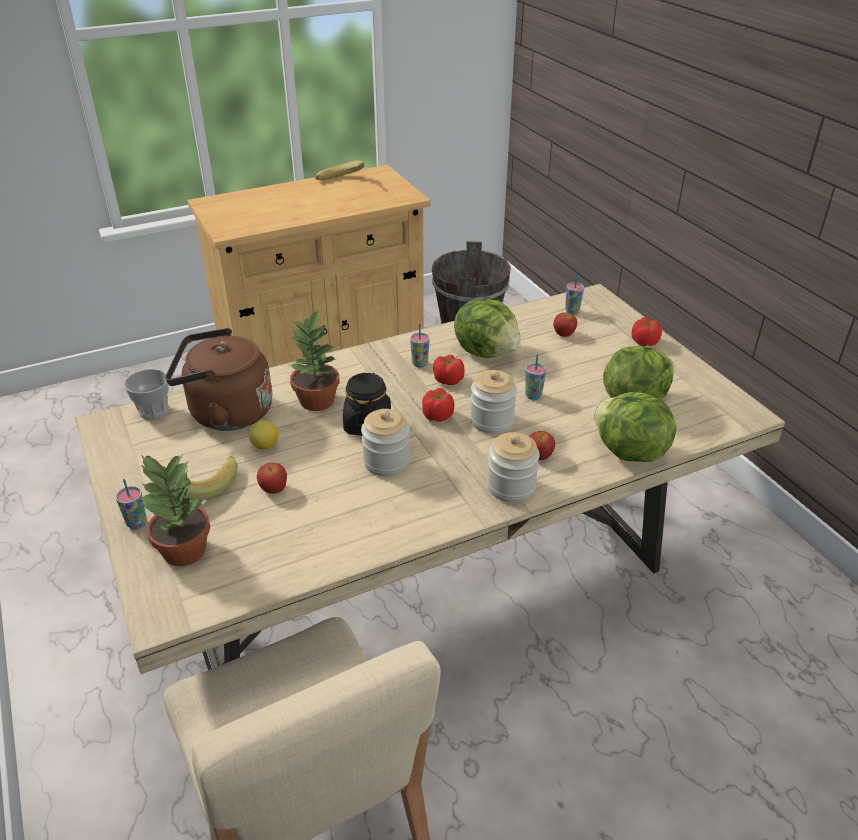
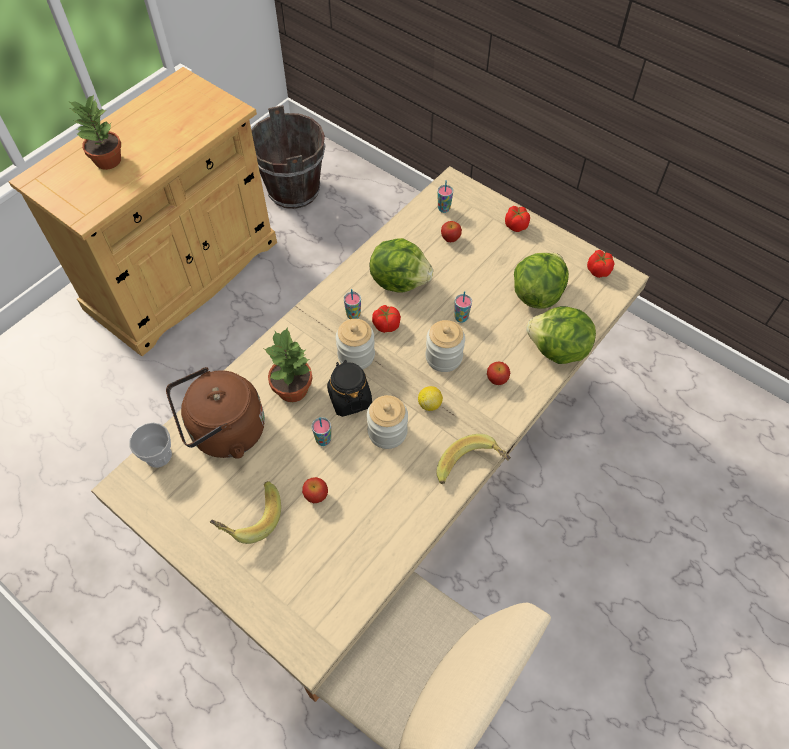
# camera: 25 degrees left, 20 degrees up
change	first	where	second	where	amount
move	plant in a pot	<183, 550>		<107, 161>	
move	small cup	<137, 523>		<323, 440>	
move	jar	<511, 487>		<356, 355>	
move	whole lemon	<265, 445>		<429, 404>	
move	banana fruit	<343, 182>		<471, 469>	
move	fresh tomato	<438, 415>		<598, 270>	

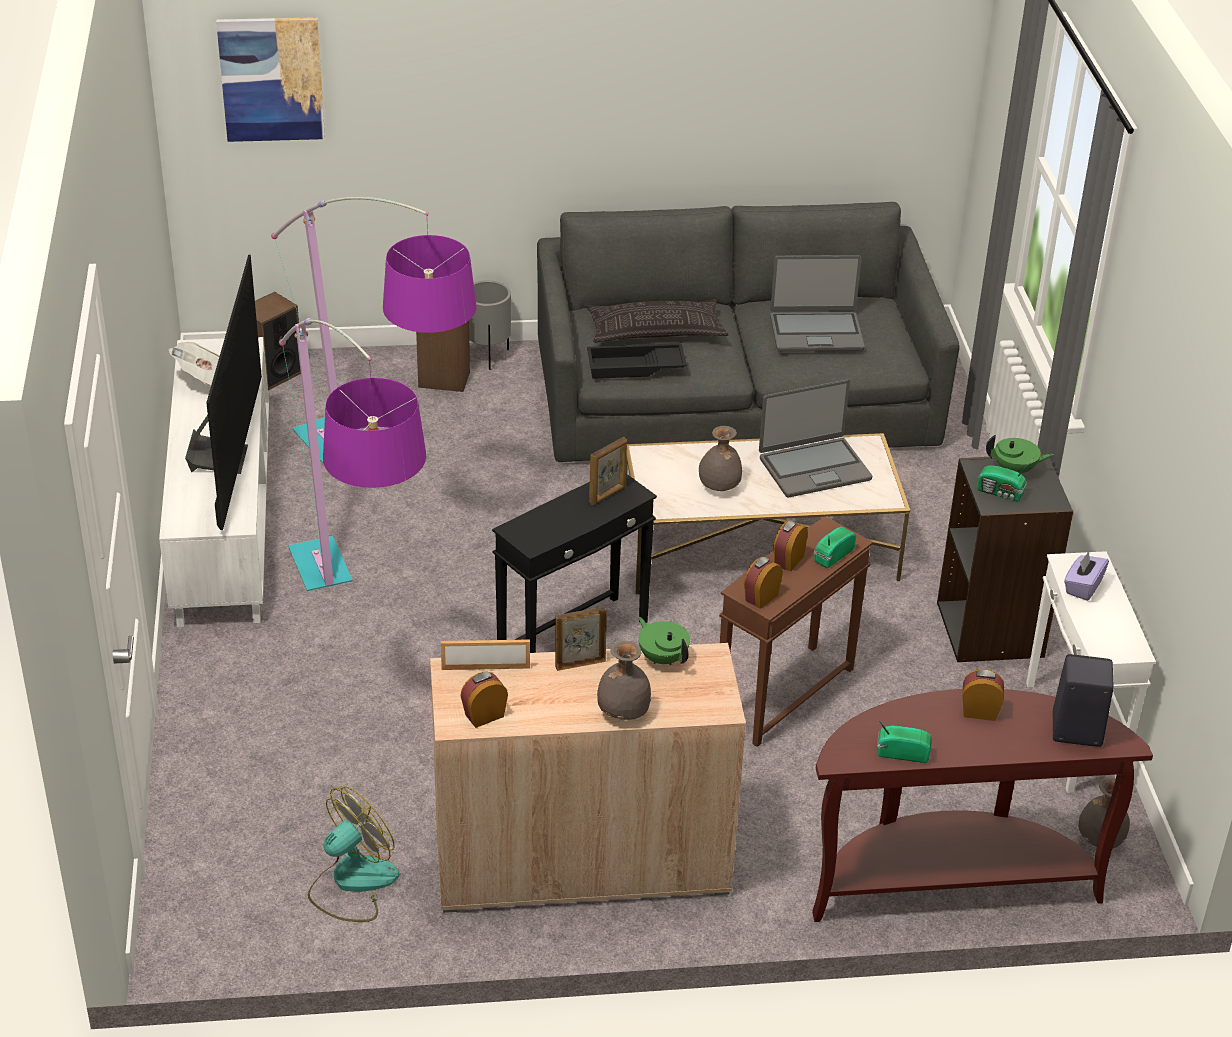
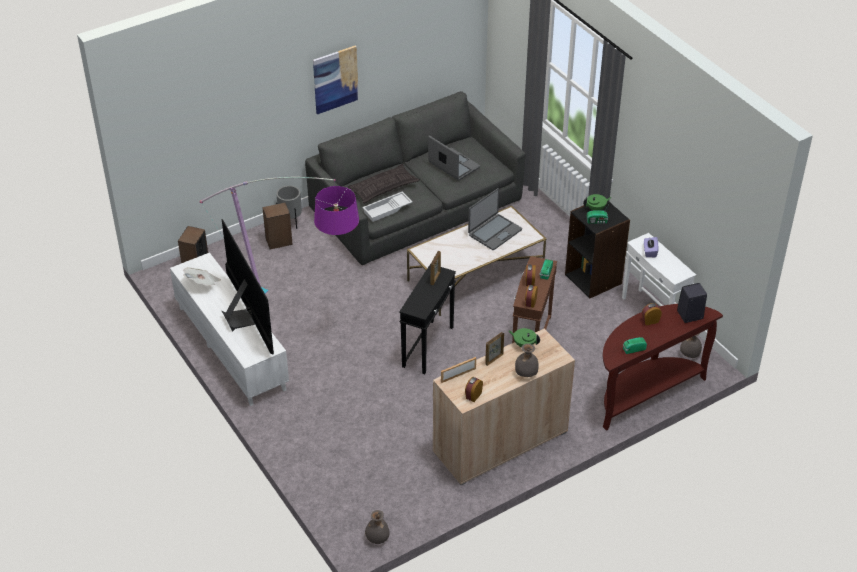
# camera: 25 degrees left, 5 degrees up
change	first	where	second	where	amount
move	picture	<271, 79>		<335, 79>	
recolor	black tray	<635, 367>	white-coloured tray	<387, 210>	
move	gray flower vase	<719, 487>		<377, 539>	
rotate	laptop	<816, 332>		<453, 165>	105 degrees counterclockwise
delete	floor lamp	<356, 647>			
delete	fan	<352, 883>			

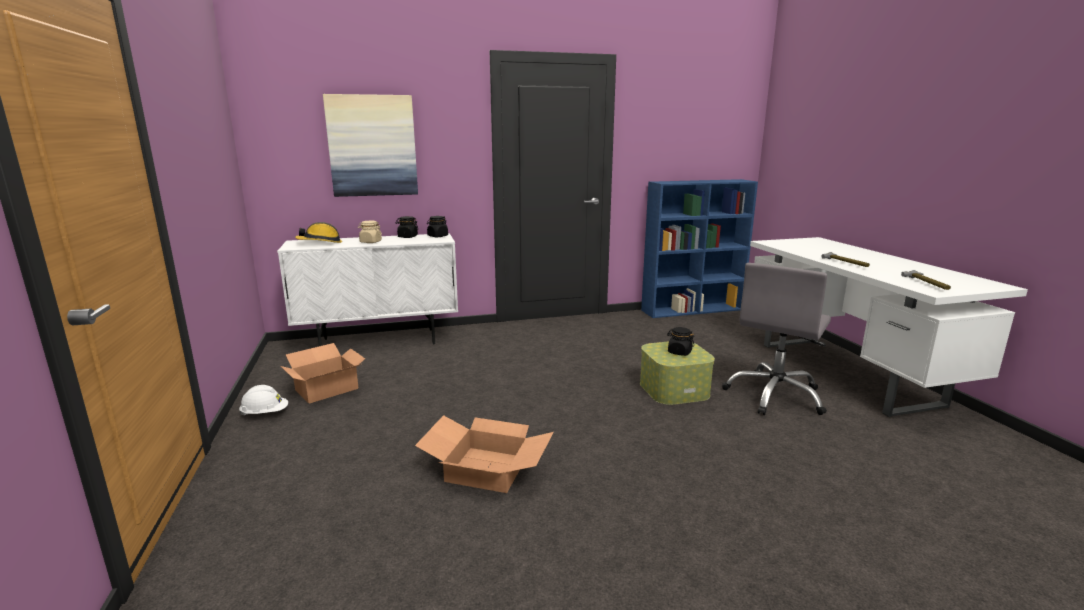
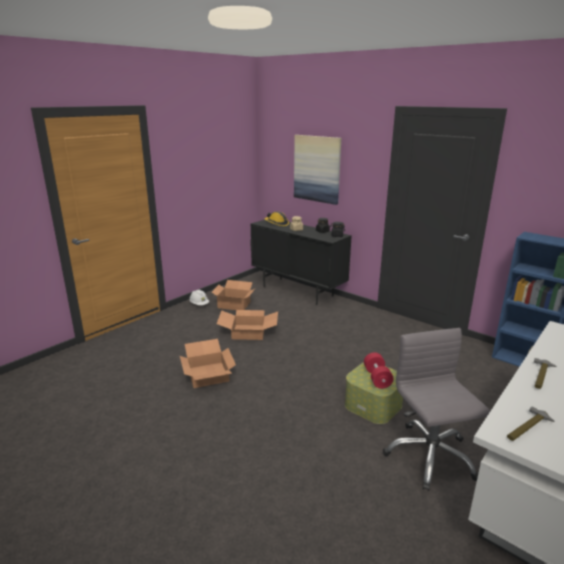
# camera: 55 degrees right, 5 degrees up
change	first	where	second	where	amount
insert			cardboard box	<249, 332>	
recolor	white-coloured cupboard	<379, 341>	black cupboard	<298, 291>	
replace	black jar	<679, 352>	reddish free weight	<377, 378>	
rotate	gray computer chair	<775, 395>		<429, 456>	75 degrees clockwise

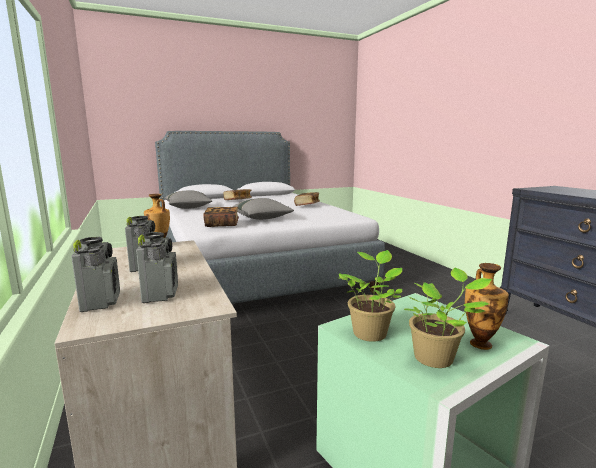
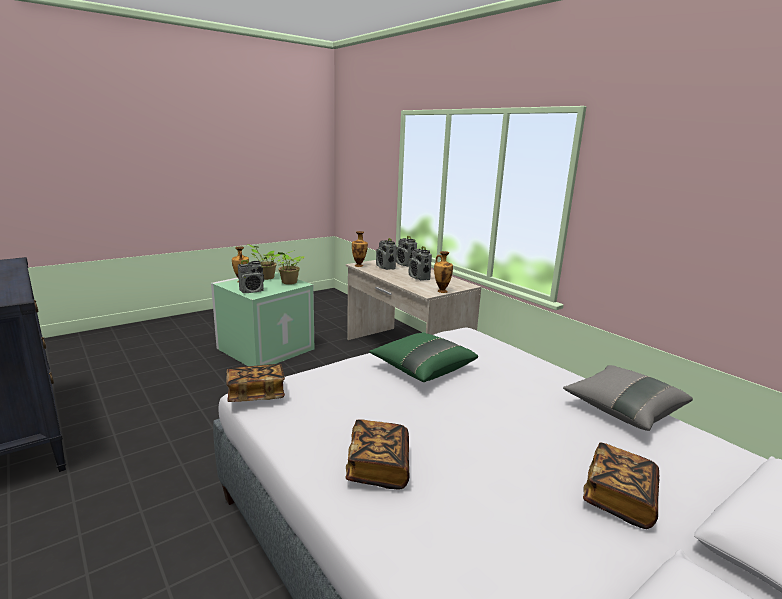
# camera: 165 degrees right, 5 degrees up
change	first	where	second	where	amount
move	bound book	<222, 224>		<256, 395>	
insert			radio receiver	<252, 291>	
insert			flower vase	<359, 265>	
recolor	gray cushion	<262, 219>	greenish cushion	<422, 369>	

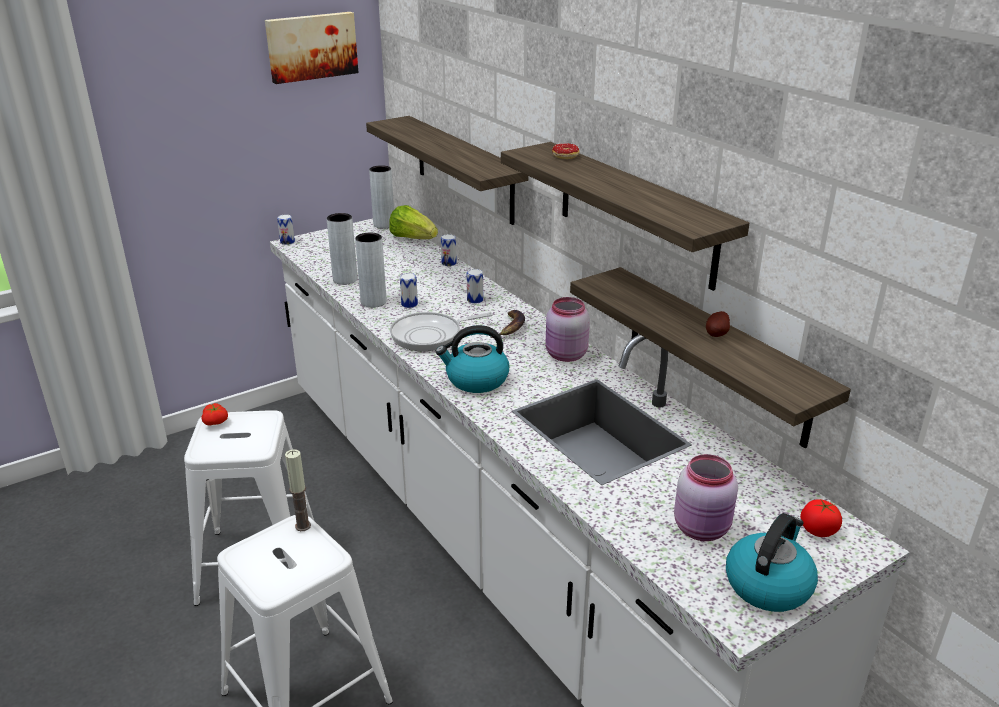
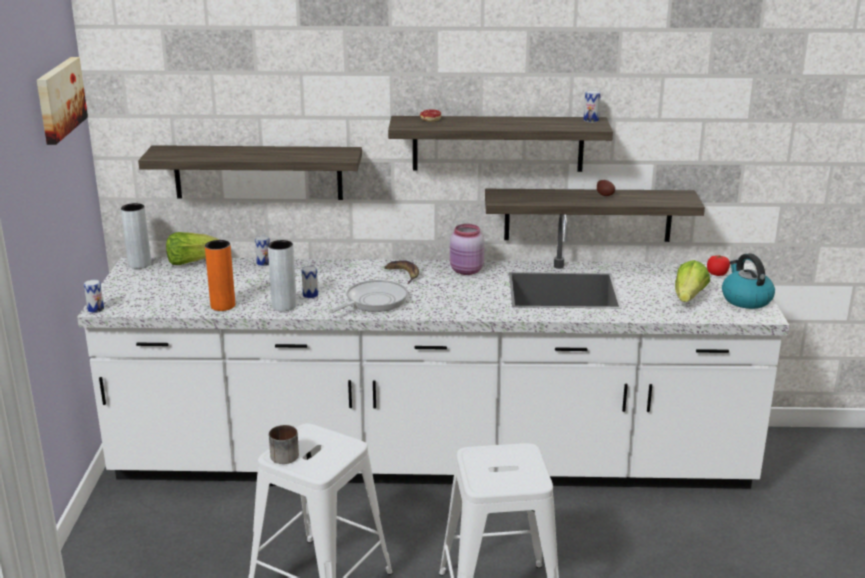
# camera: 55 degrees left, 5 degrees down
change	first	where	second	where	amount
recolor	gray flower vase	<345, 279>	orange flower vase	<223, 306>	
replace	fresh tomato	<216, 422>	coffee mug	<281, 454>	
rotate	skillet	<430, 335>		<373, 301>	150 degrees counterclockwise
move	metal can	<475, 300>		<591, 120>	
replace	pink jar	<703, 529>	lettuce	<688, 297>	
delete	wax light	<303, 526>			
delete	kettle	<476, 380>			

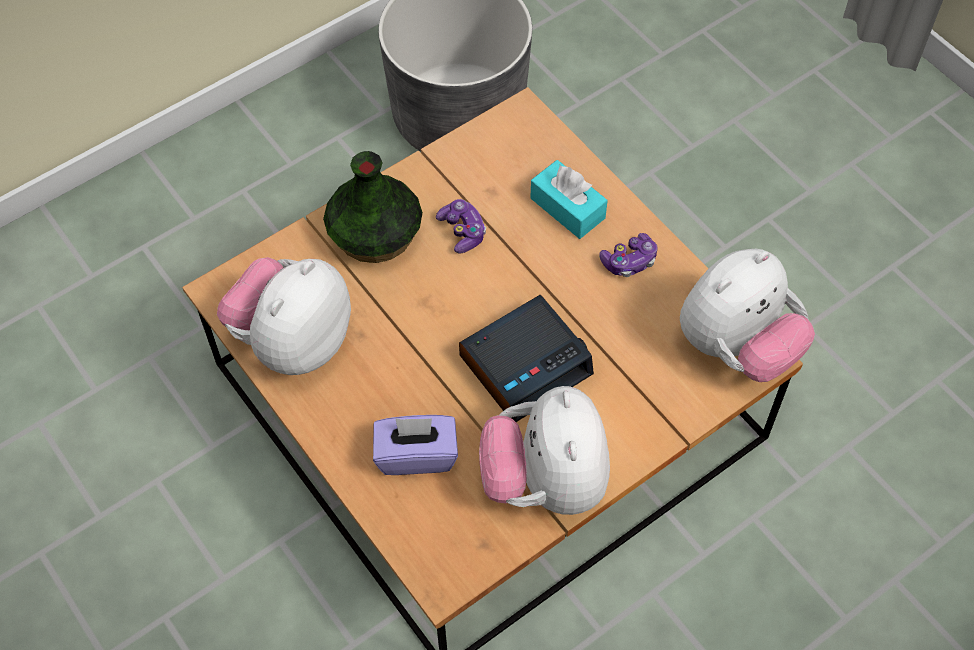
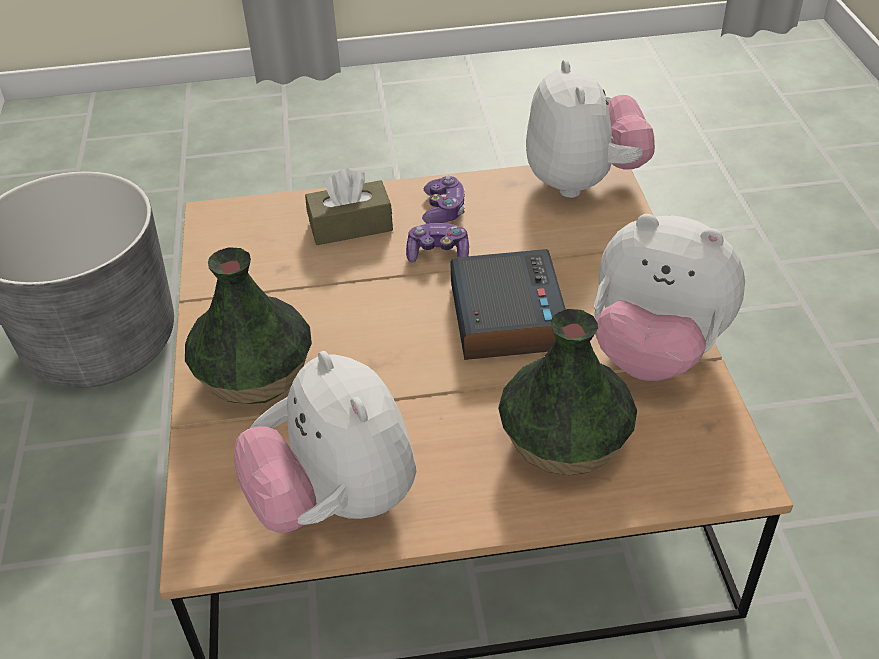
# camera: 60 degrees left, 15 degrees down
change	first	where	second	where	amount
recolor	turquoise-coloured box of tissues	<567, 208>	brown-coloured box of tissues	<350, 226>	
move	game controller	<462, 231>		<438, 253>	
replace	purple box of tissues	<416, 455>	flower vase	<565, 442>	

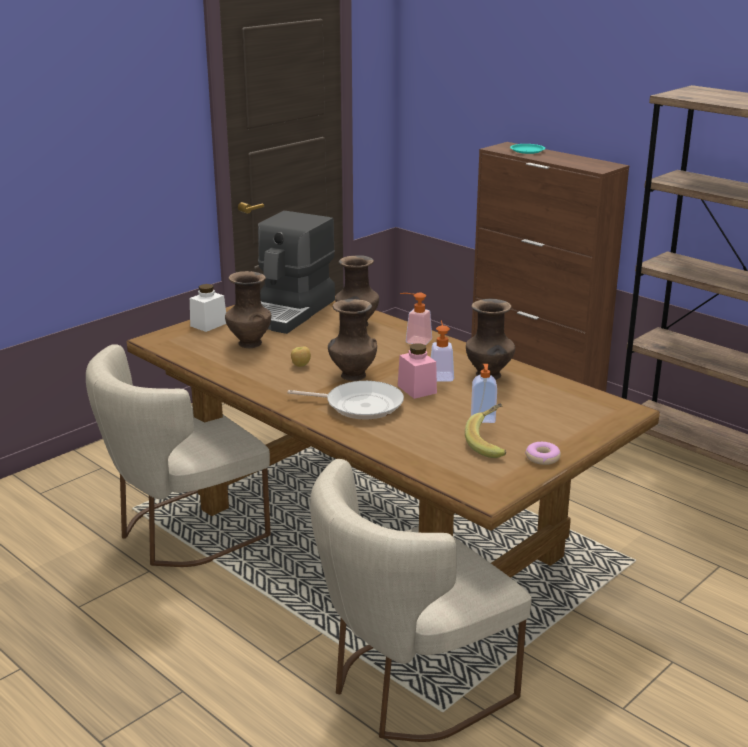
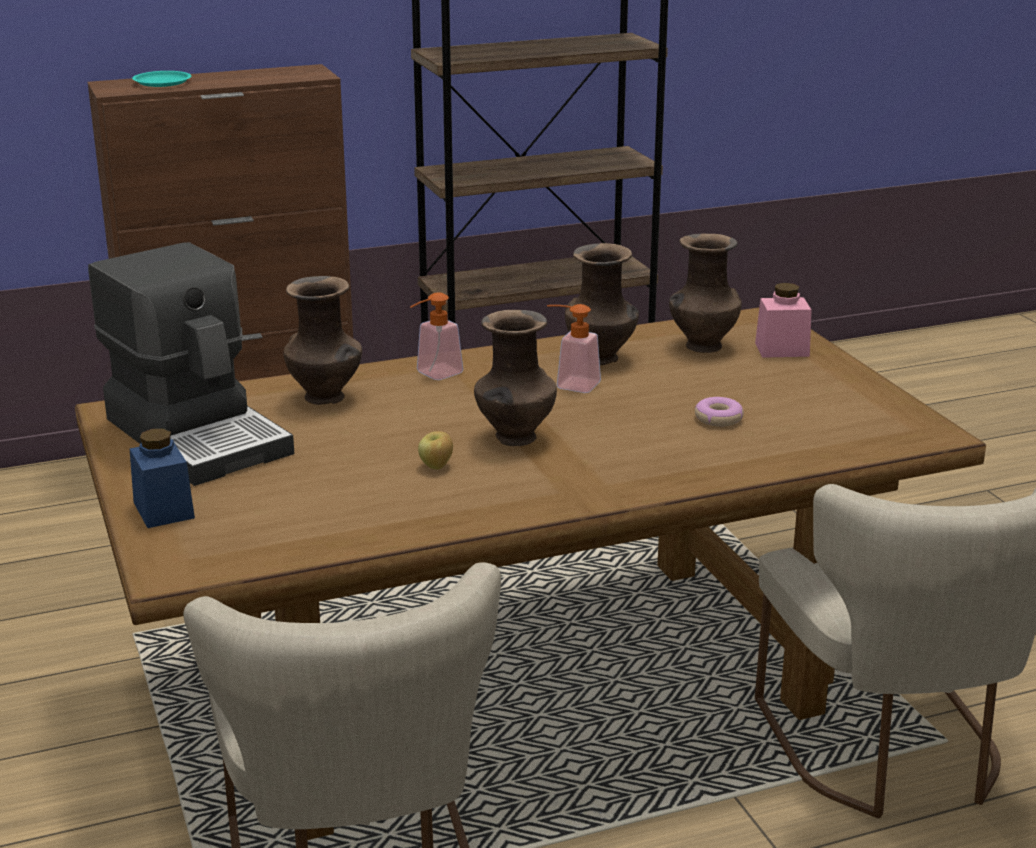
# camera: 65 degrees left, 0 degrees up
change	first	where	second	where	amount
recolor	white-coloured jar	<208, 324>	blue-coloured jar	<163, 510>	
move	brown-coloured flower vase	<249, 343>		<702, 346>	
move	ring doughnut	<542, 458>		<718, 419>	
move	pink jar	<417, 389>		<782, 349>	
delete	skillet	<360, 405>			
delete	banana fruit	<492, 444>			
delete	soap dispenser	<483, 419>			

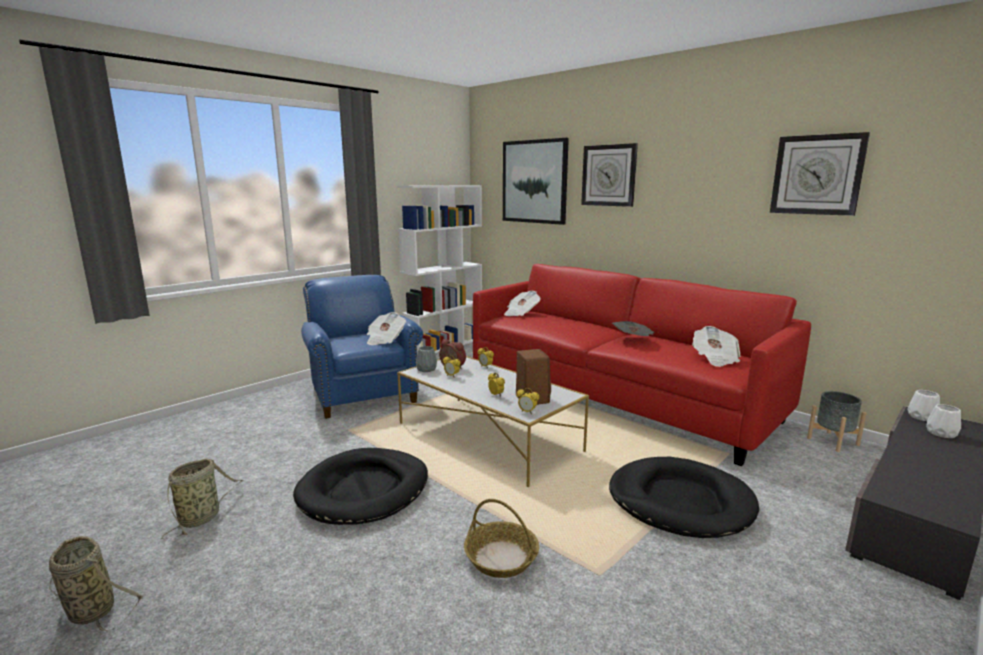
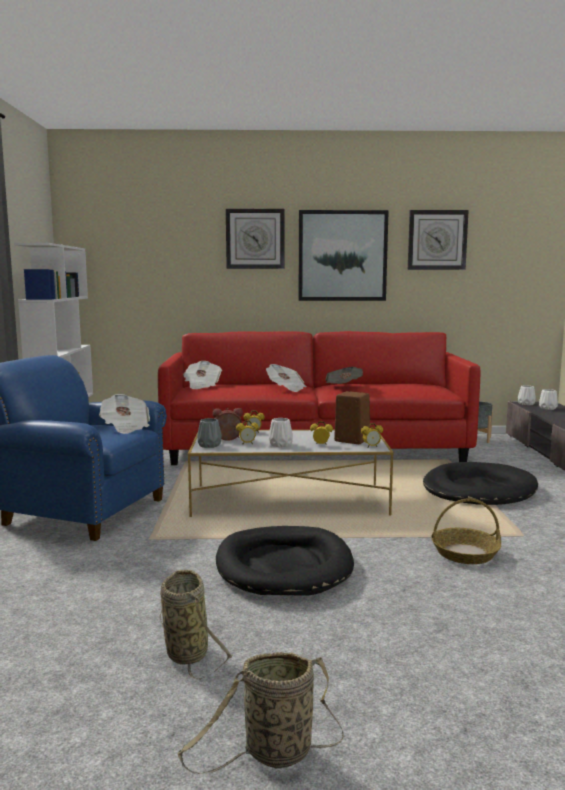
# camera: 45 degrees left, 5 degrees down
change	first	where	second	where	amount
move	newspaper	<715, 359>		<286, 389>	
insert			white-coloured flower vase	<281, 444>	
move	picture	<534, 182>		<342, 256>	

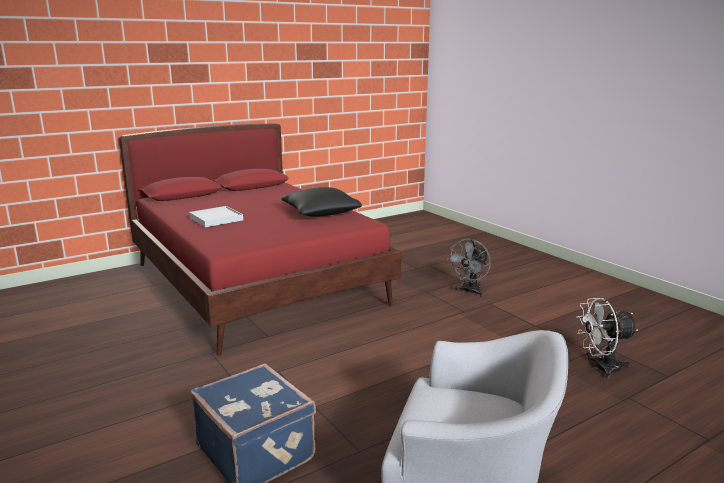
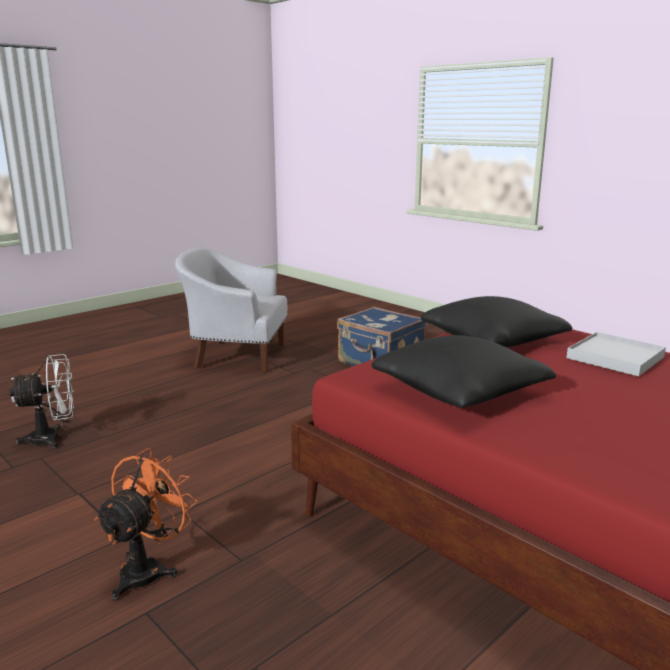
# camera: 170 degrees right, 0 degrees up
change	first	where	second	where	amount
recolor	gray fan	<469, 292>	orange fan	<148, 569>	
insert			black cushion	<492, 341>	

